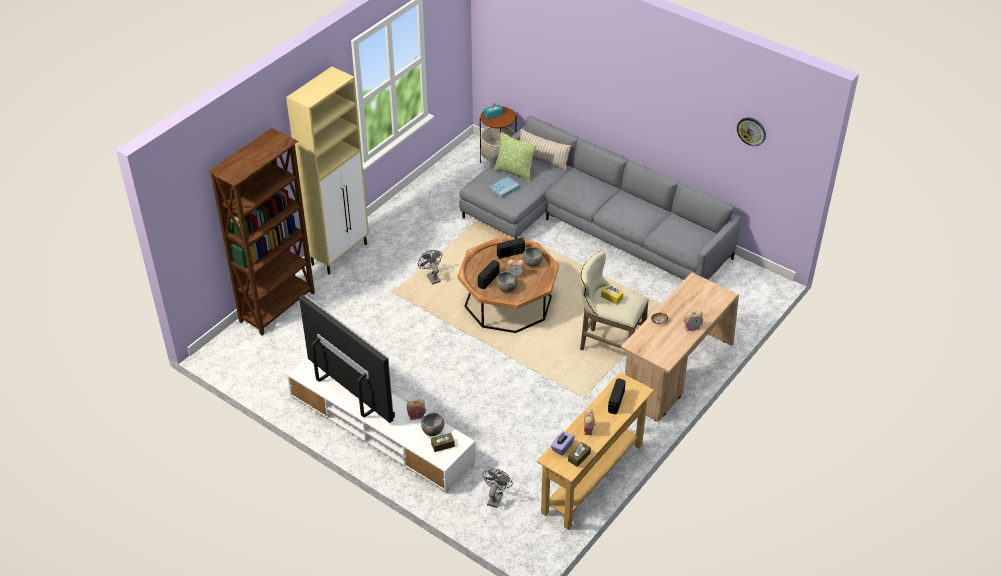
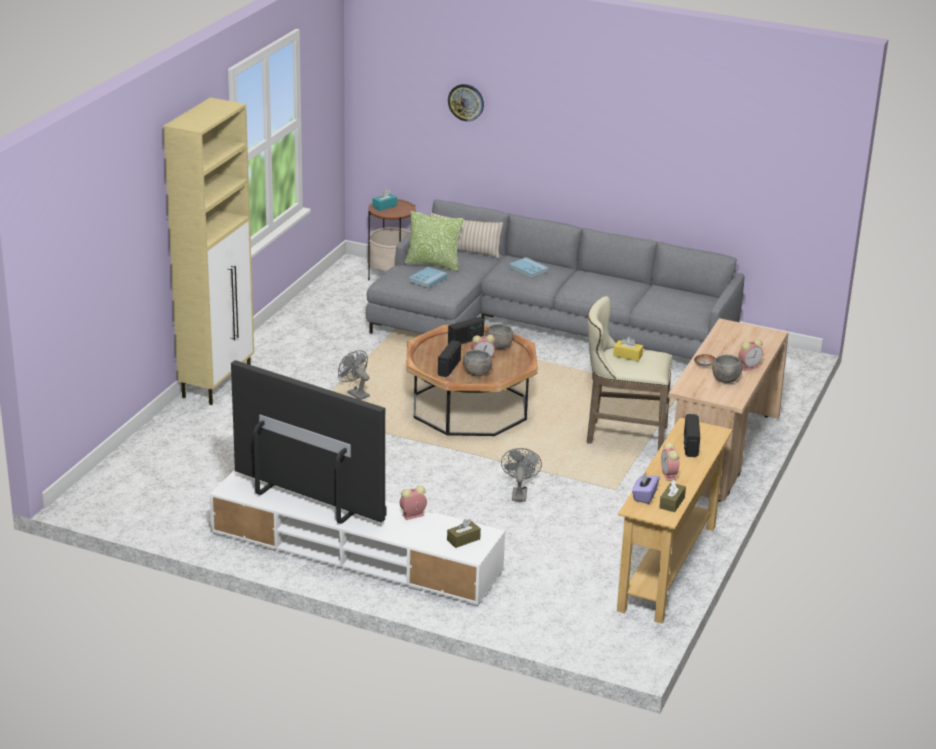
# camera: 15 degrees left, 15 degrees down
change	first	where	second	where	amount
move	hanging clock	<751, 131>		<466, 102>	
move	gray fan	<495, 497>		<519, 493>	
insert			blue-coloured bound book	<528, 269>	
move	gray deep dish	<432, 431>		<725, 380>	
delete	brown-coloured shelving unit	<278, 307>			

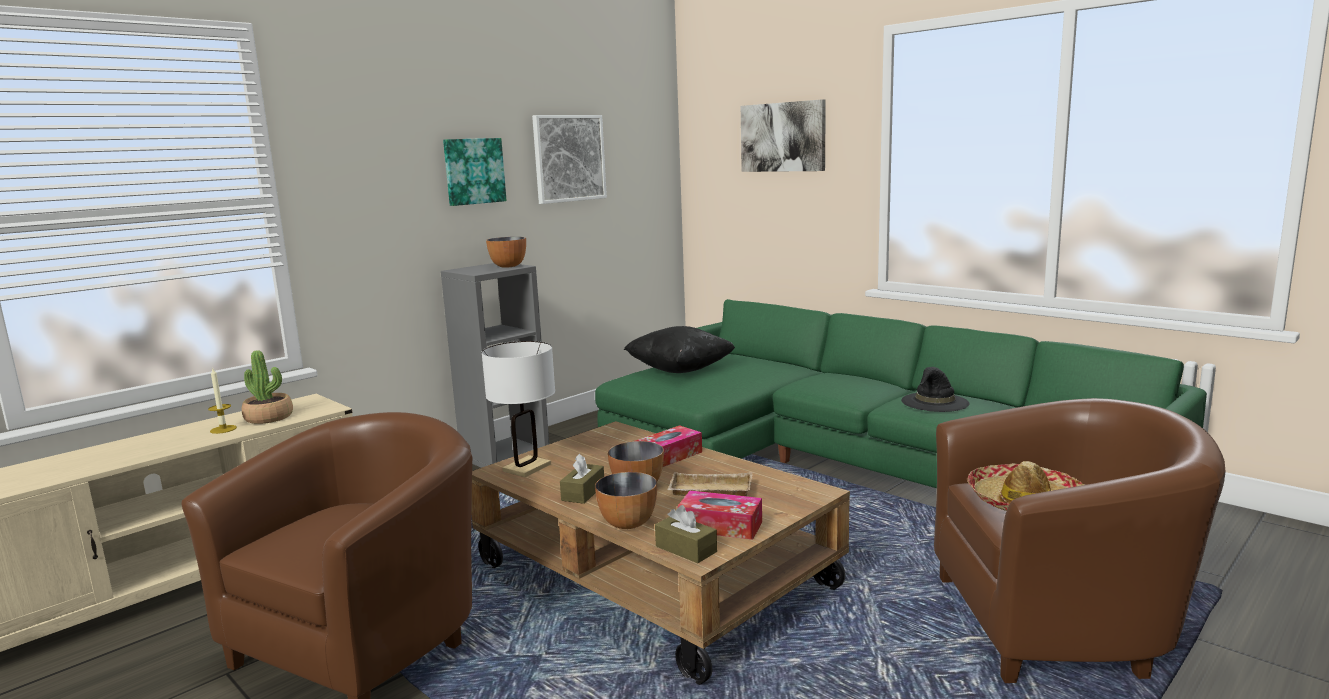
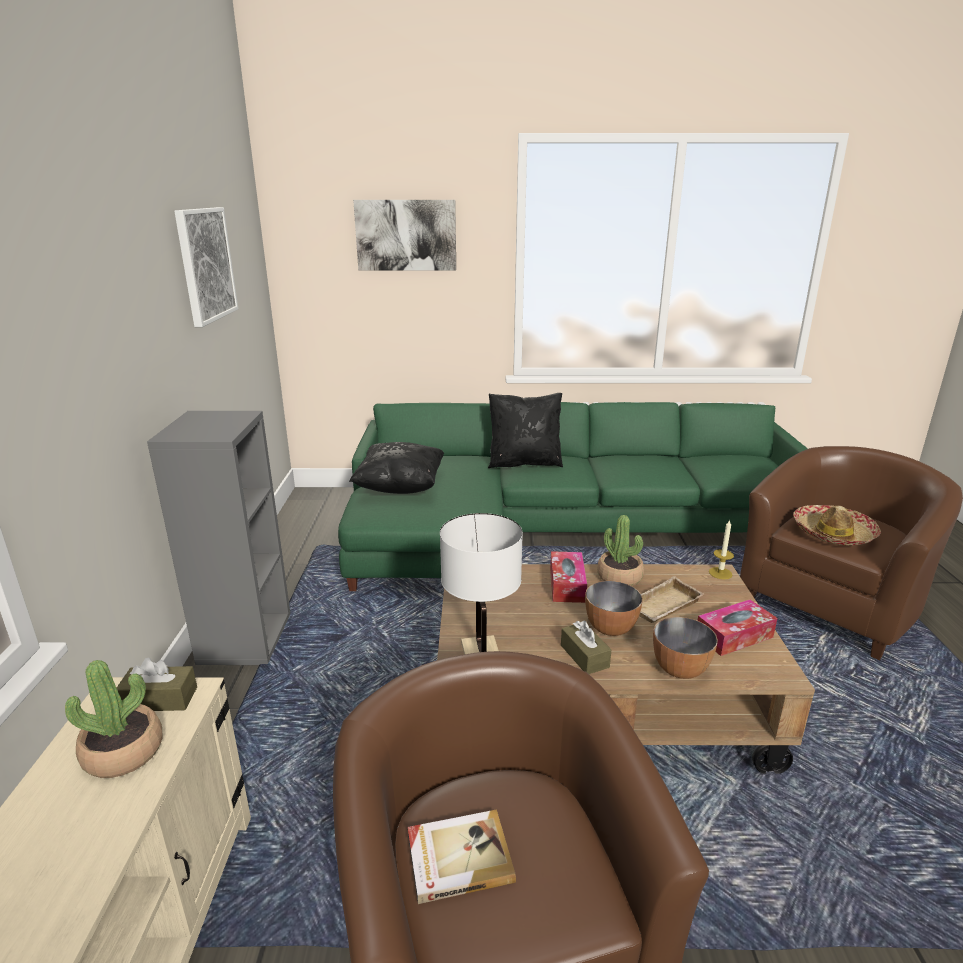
# camera: 45 degrees left, 10 degrees up
change	first	where	second	where	amount
move	brown-coloured box of tissues	<686, 549>		<160, 699>	
insert			bound book	<458, 857>	
insert			black cushion	<524, 463>	
insert			plant in a pot	<619, 577>	
move	wax light	<223, 429>		<720, 573>	
delete	picture	<473, 171>			
delete	deep dish	<508, 266>			
delete	black wearable hat	<935, 402>			

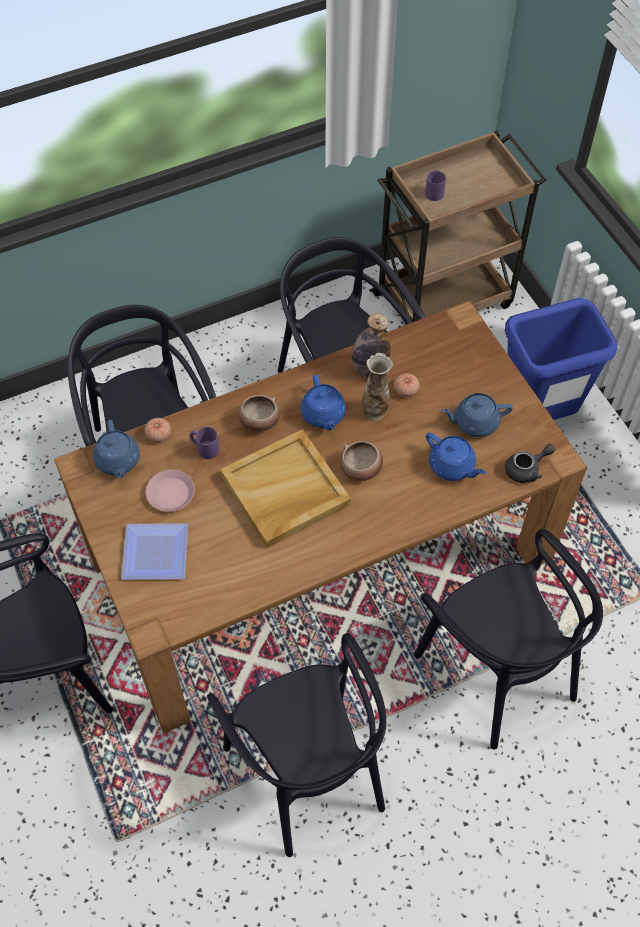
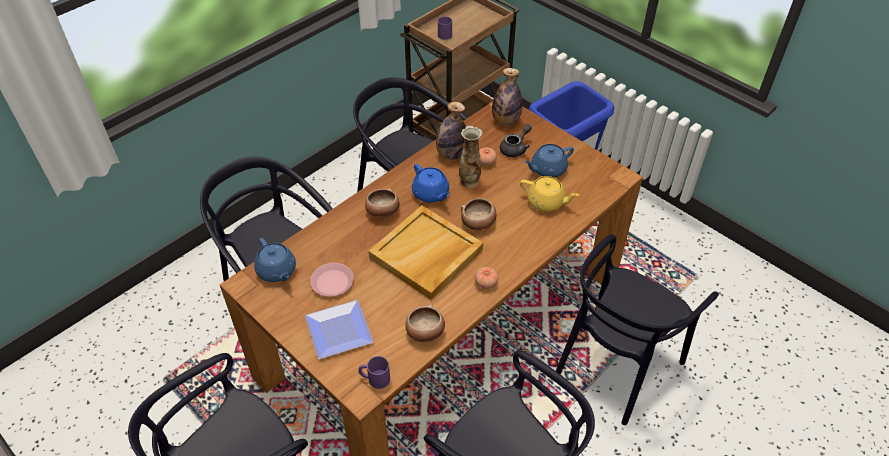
# camera: 20 degrees left, 10 degrees down
change	first	where	second	where	amount
move	purple coffee mug	<204, 448>		<374, 378>	
insert			deep dish	<425, 332>	
move	fresh tomato	<158, 435>		<486, 283>	
insert			drink bottle	<506, 121>	
move	gray pot for tea	<527, 469>		<515, 148>	
recolor	blue-coloured pot for tea	<452, 466>	yellow pot for tea	<546, 202>	
rotate	black chair	<497, 671>		<616, 365>	90 degrees clockwise

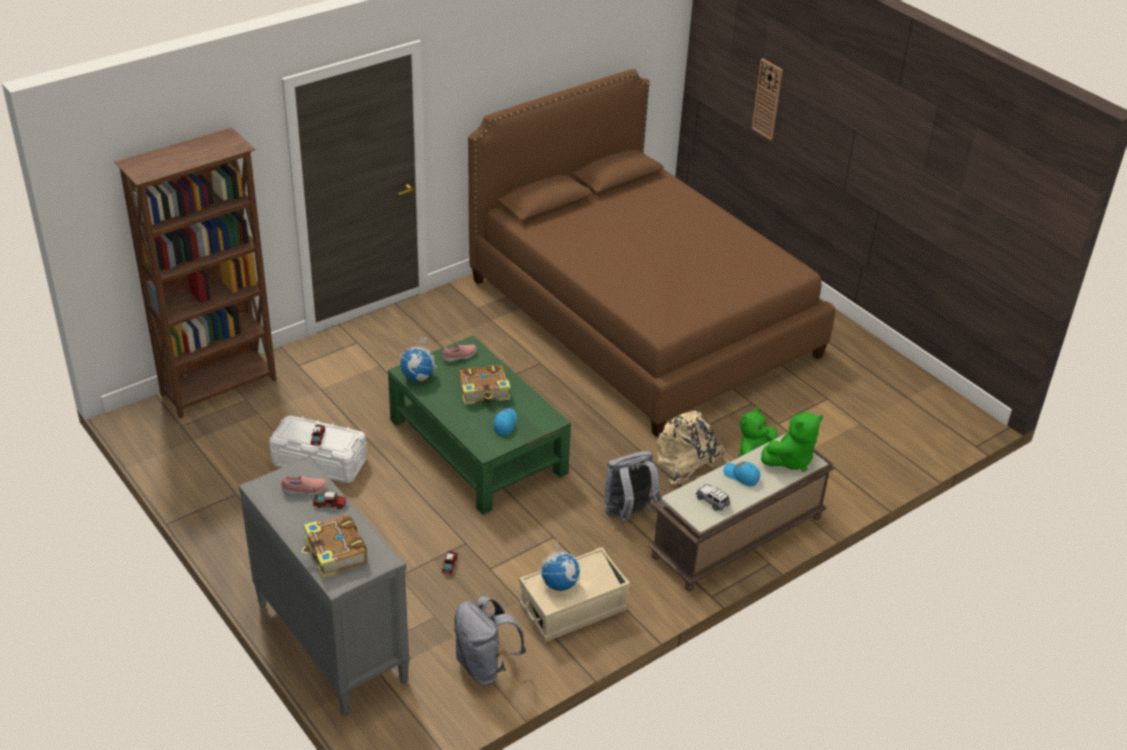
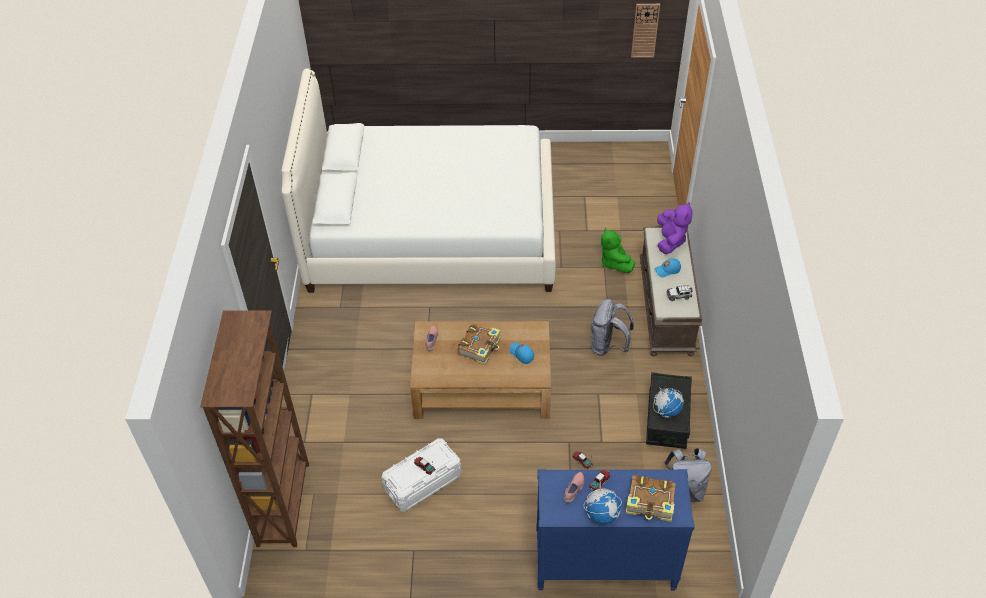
# camera: 50 degrees left, 10 degrees up
change	first	where	second	where	amount
recolor	brown-coloured bed	<642, 317>	white-coloured bed	<431, 231>	
recolor	greenish lounge table	<477, 445>	brown-coloured lounge table	<481, 385>	
recolor	gray dresser	<330, 642>	blue-coloured dresser	<604, 565>	
move	globe	<418, 377>		<602, 514>	
move	hanging clock	<767, 99>		<645, 30>	
recolor	beige storage box	<572, 609>	black storage box	<667, 419>	
recolor	greenish plush toy	<790, 460>	purple plush toy	<670, 241>	
delete	beige knapsack	<690, 465>			

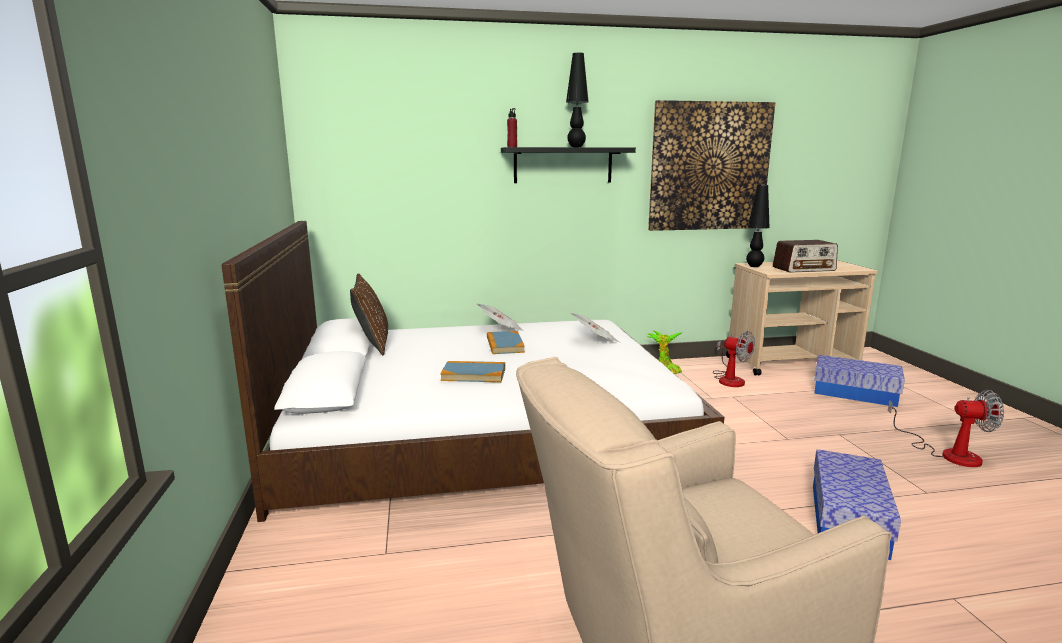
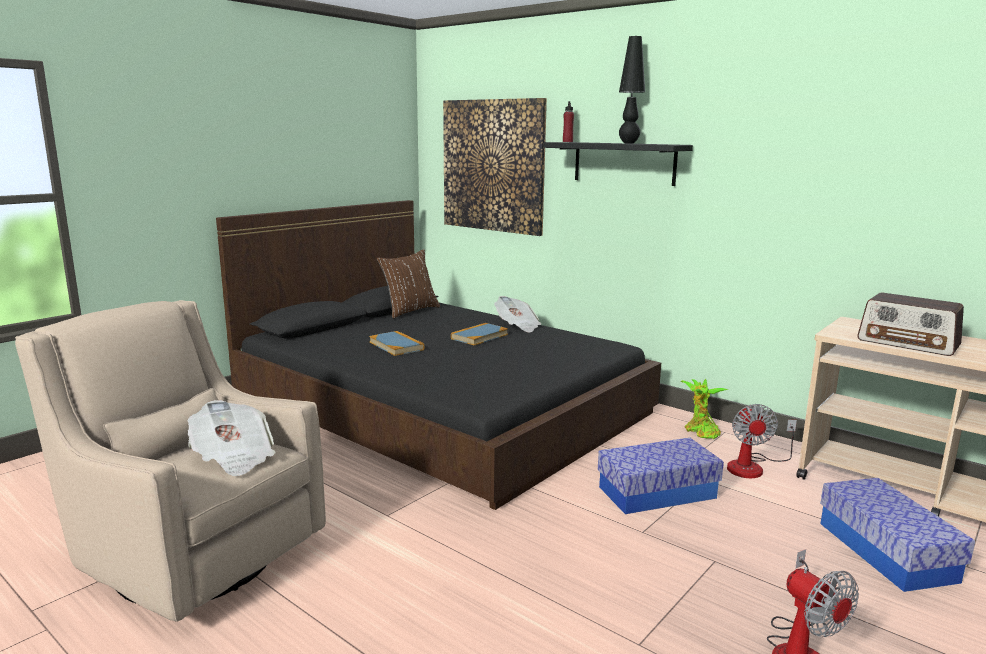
# camera: 50 degrees right, 0 degrees up
change	first	where	second	where	amount
move	newspaper	<595, 340>		<233, 458>	
recolor	white-coloured bed	<483, 425>	black bed	<440, 404>	
move	picture	<709, 167>		<493, 166>	
move	storage box	<848, 519>		<657, 492>	
delete	black table lamp	<754, 266>			

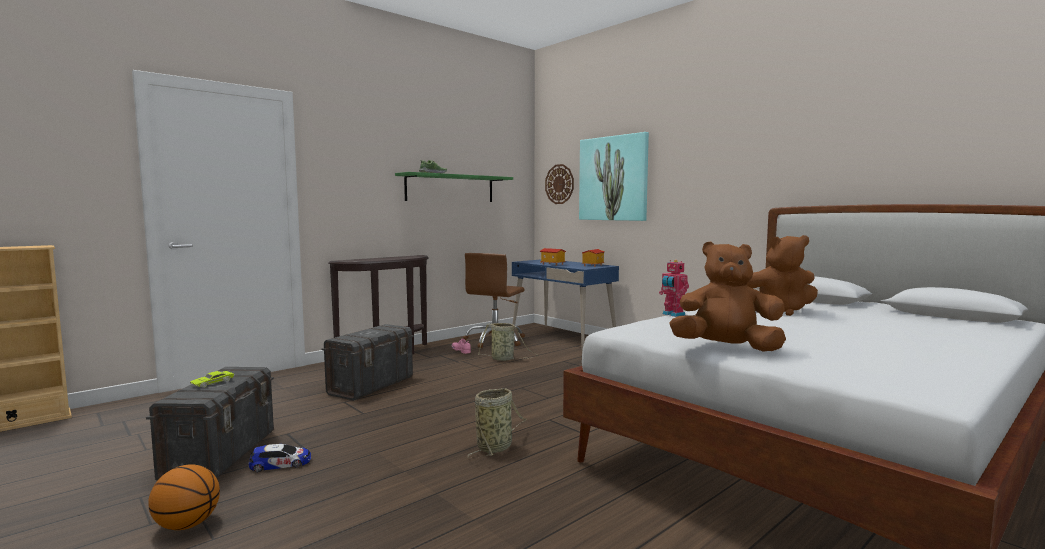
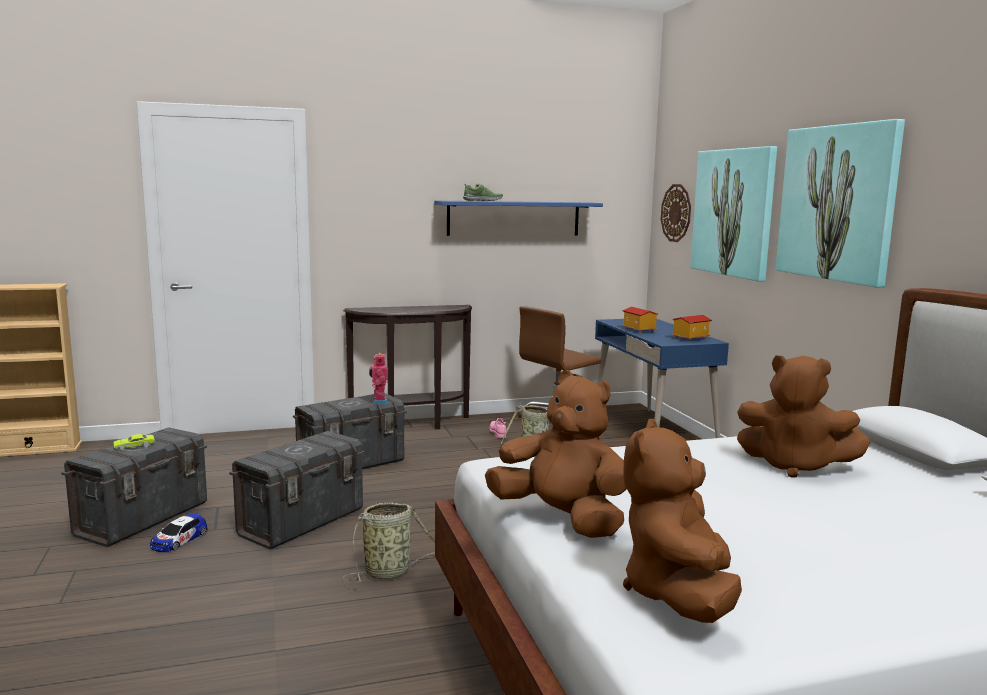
# camera: 25 degrees right, 5 degrees up
change	first	where	second	where	amount
rotate	miniature car	<280, 464>		<179, 540>	105 degrees clockwise
insert			gray storage box	<302, 522>	
move	robot figure	<672, 314>		<379, 401>	
recolor	greenish wall shelf	<450, 188>	blue-coloured wall shelf	<514, 218>	
insert			brown-coloured plush toy	<678, 595>	
insert			picture	<838, 203>	
delete	basketball ball	<187, 525>			

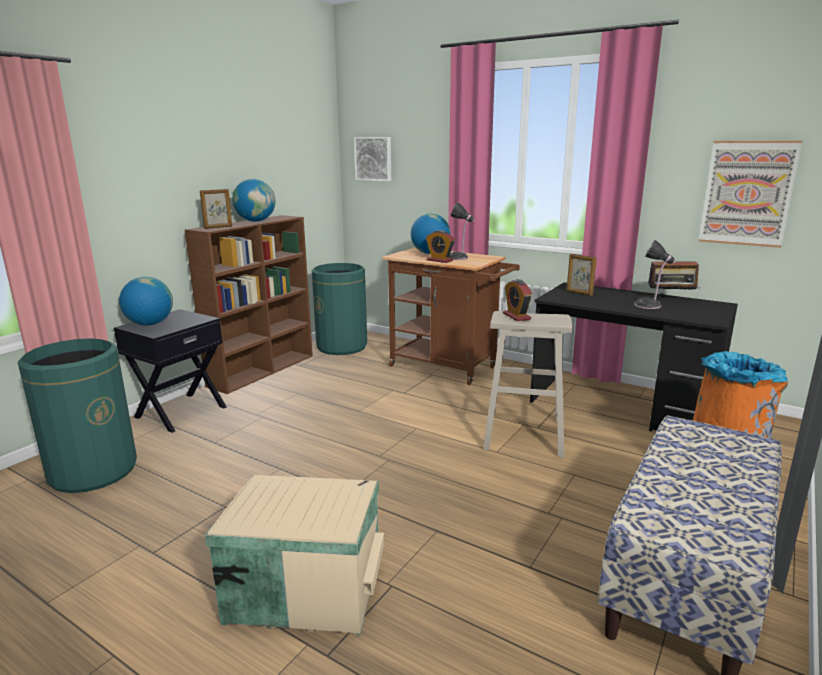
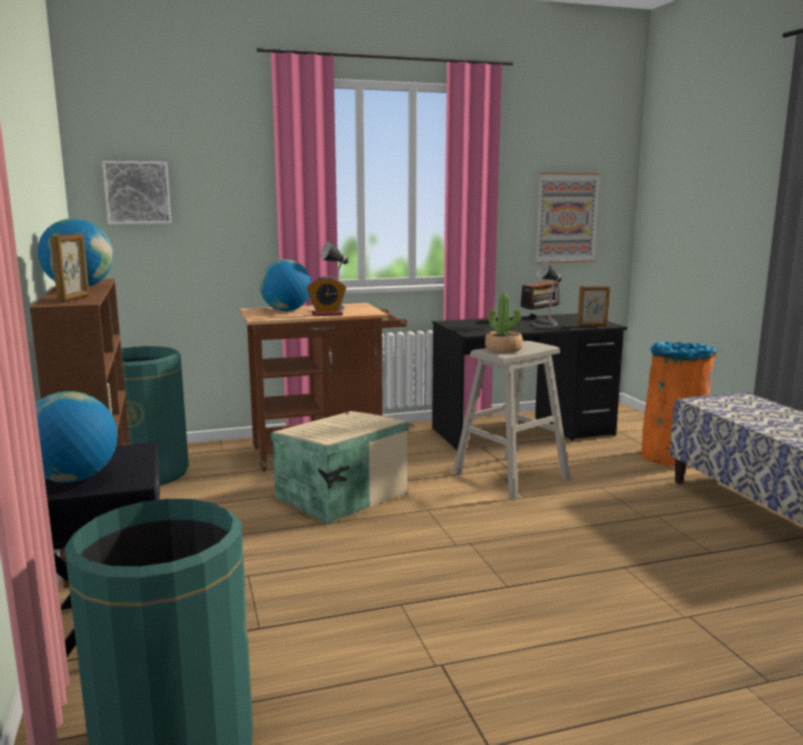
# camera: 50 degrees left, 5 degrees down
change	first	where	second	where	amount
move	beige storage box	<304, 584>		<339, 495>	
replace	table clock	<516, 316>	plant in a pot	<503, 349>	
move	photo frame	<579, 293>		<592, 326>	

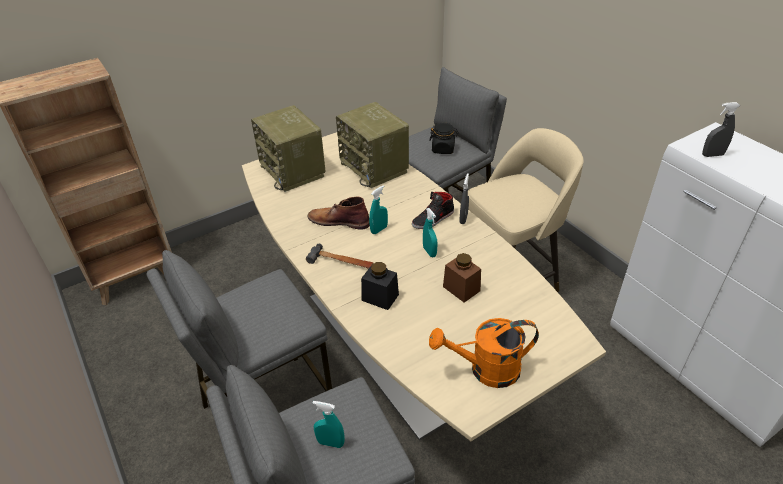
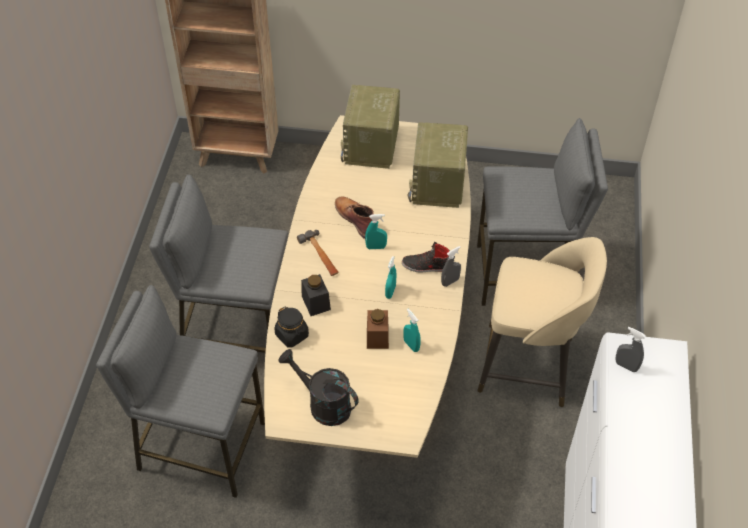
# camera: 40 degrees right, 10 degrees up
change	first	where	second	where	amount
move	black jar	<443, 149>		<292, 335>	
recolor	orange watering can	<486, 370>	black watering can	<323, 404>	
move	turquoise-coloured hand sprayer	<330, 443>		<411, 345>	

